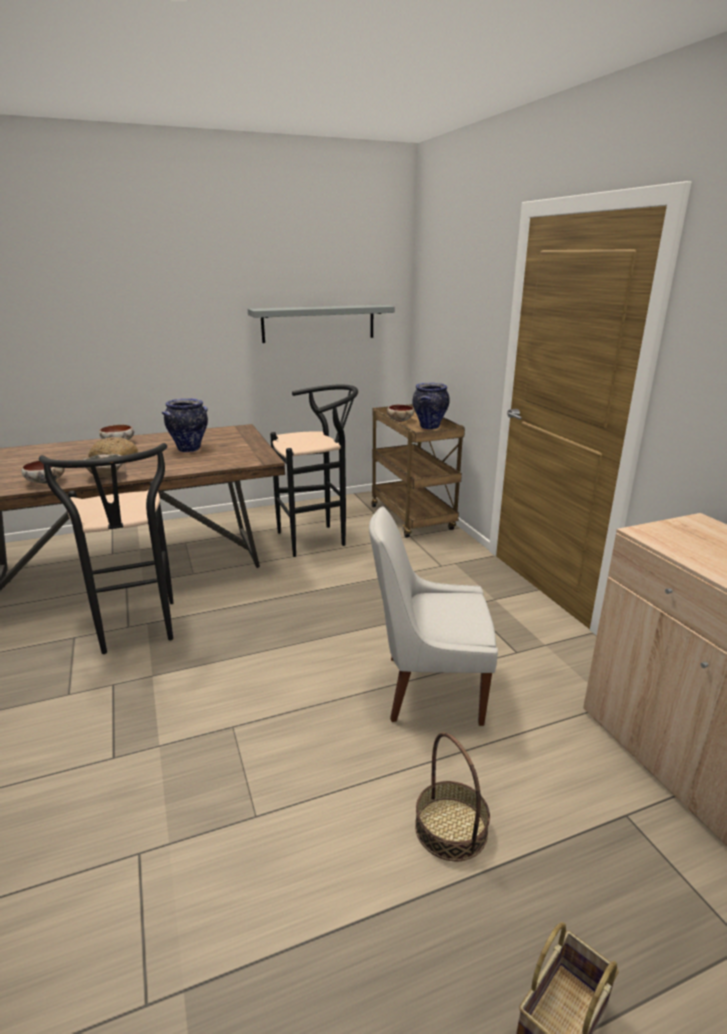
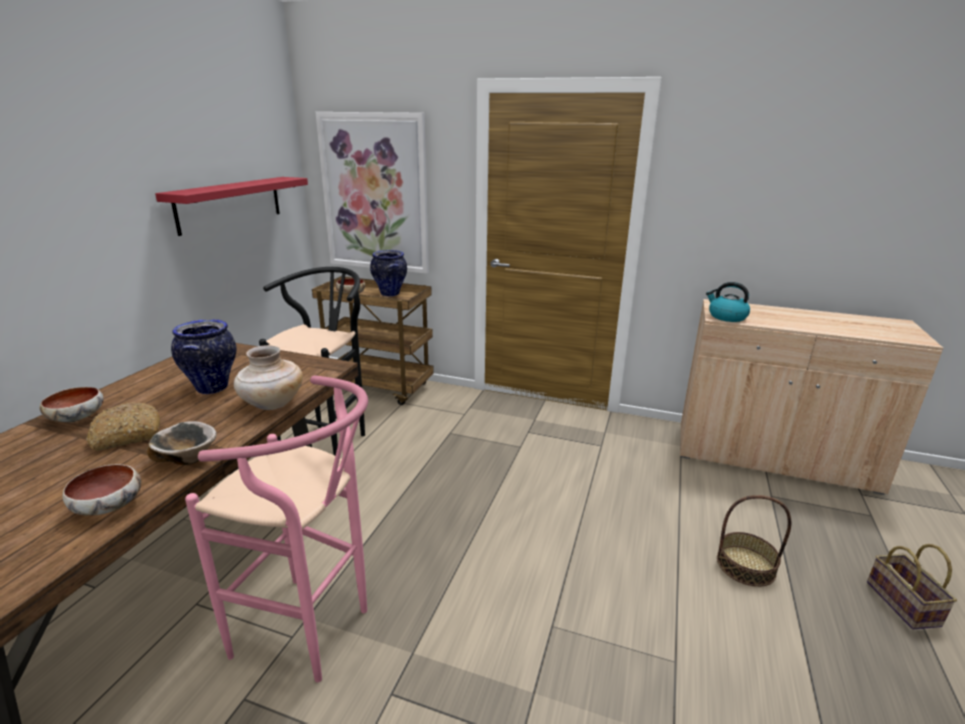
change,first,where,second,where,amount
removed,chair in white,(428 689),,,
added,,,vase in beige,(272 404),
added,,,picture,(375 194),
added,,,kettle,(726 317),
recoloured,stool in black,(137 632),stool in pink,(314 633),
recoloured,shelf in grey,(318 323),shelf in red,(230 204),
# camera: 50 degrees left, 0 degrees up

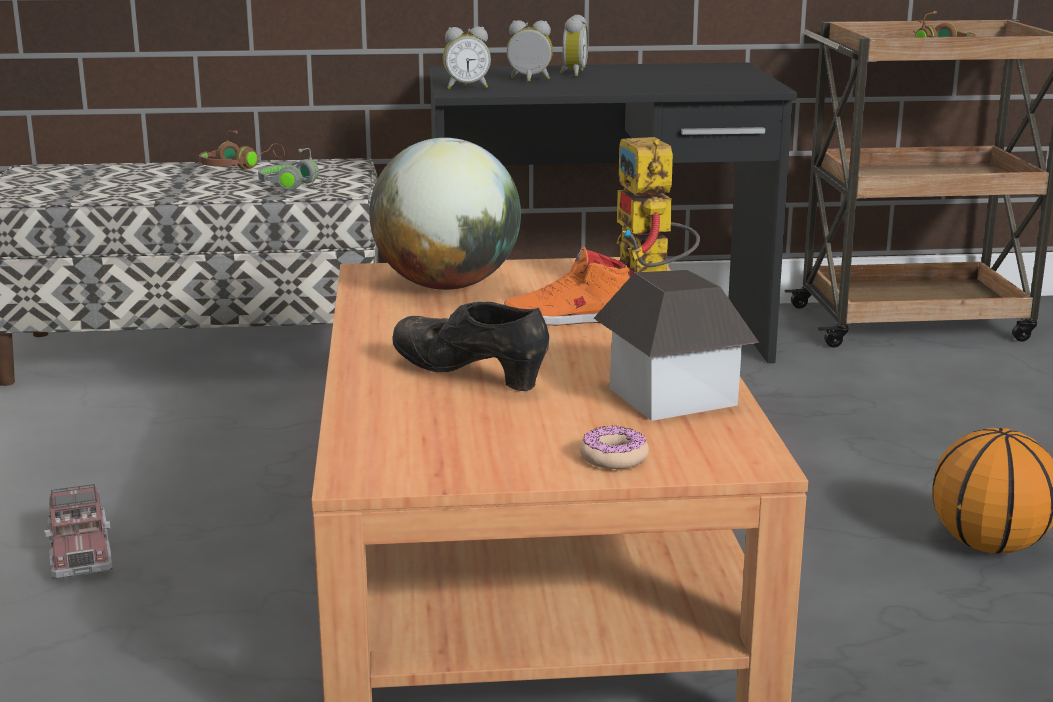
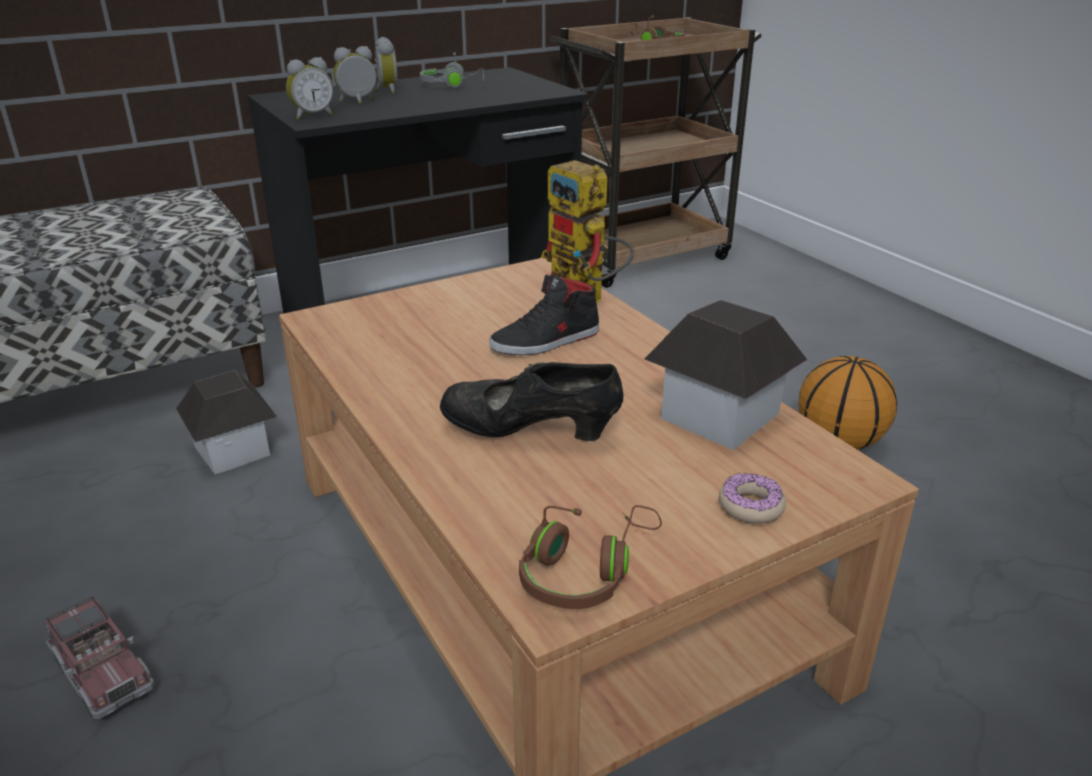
change,first,where,second,where,amount
removed,globe,(447 286),,,
added,,,toy house,(233 450),
moved,headphones in brown,(238 167),,(585 571),
moved,headphones in grey,(295 187),,(452 86),
recoloured,shoe in orange,(568 318),shoe in black,(546 341),
# camera: 25 degrees left, 10 degrees up

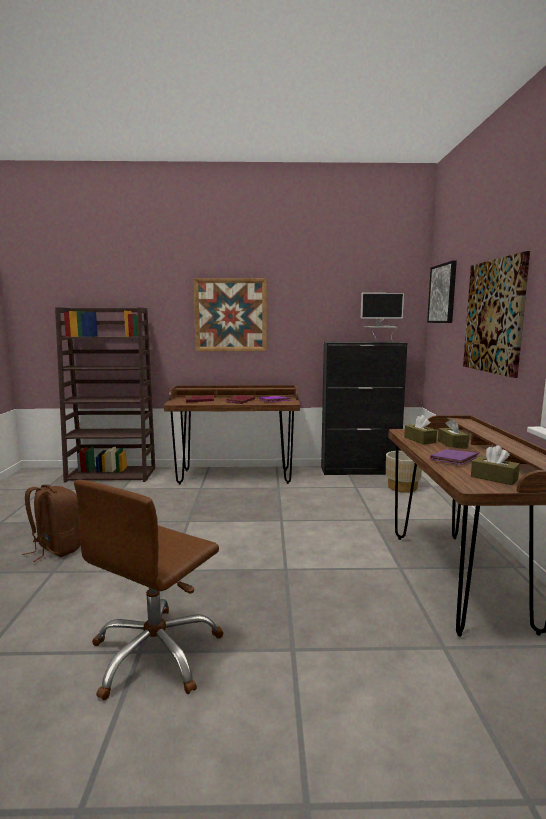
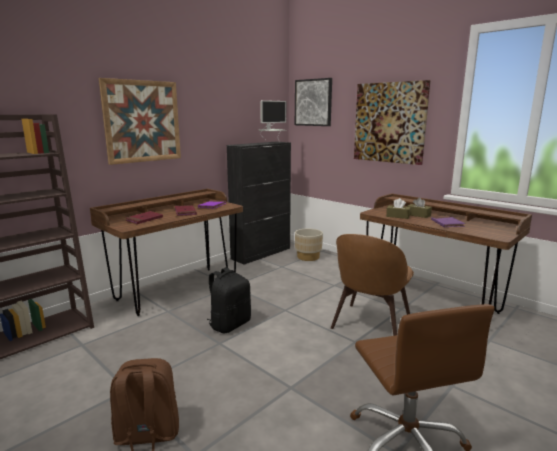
change,first,where,second,where,amount
removed,tissue box in brown,(494 478),,,
added,,,backpack in black,(230 324),
added,,,chair in brown,(370 325),
# camera: 45 degrees left, 5 degrees up

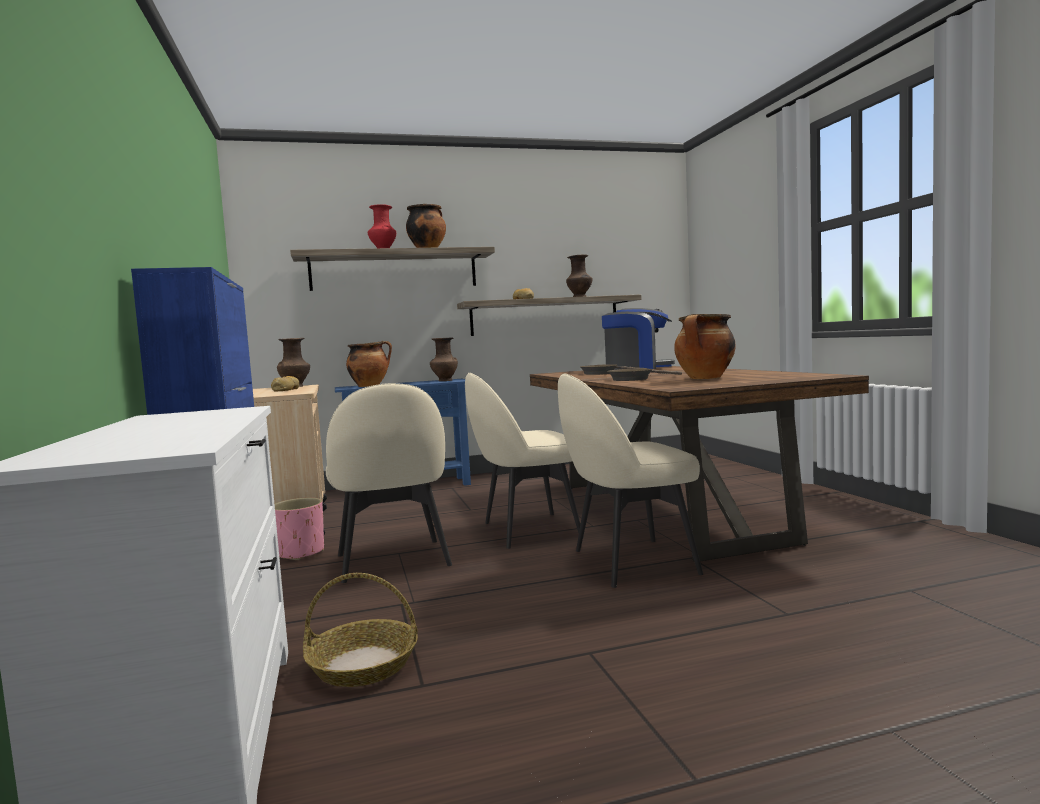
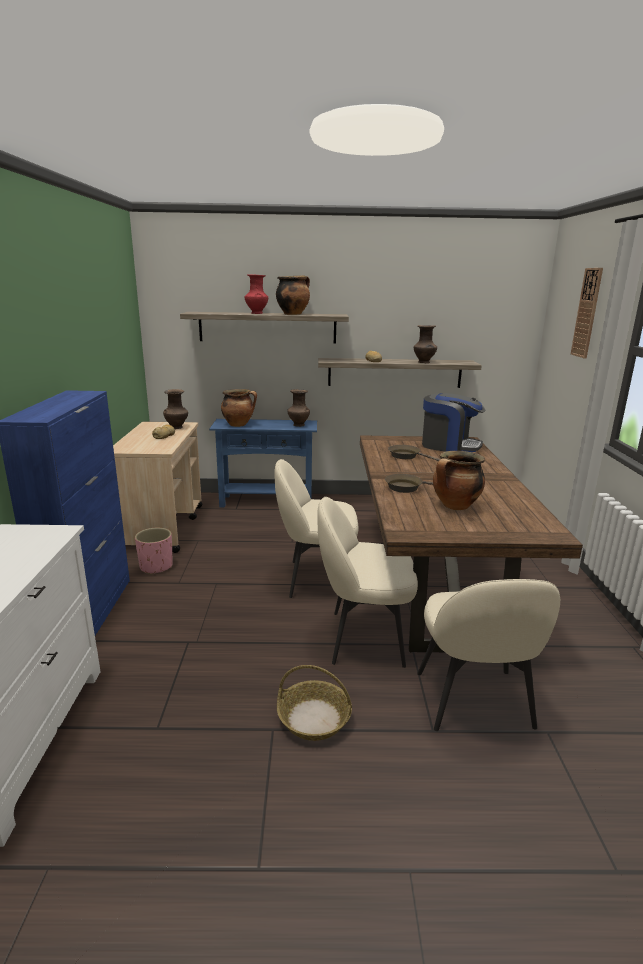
change,first,where,second,where,amount
added,,,wall clock,(587 313),
moved,basket,(362 665),,(313 718),
moved,chair in beige,(393 561),,(474 702),
# camera: 15 degrees right, 15 degrees up

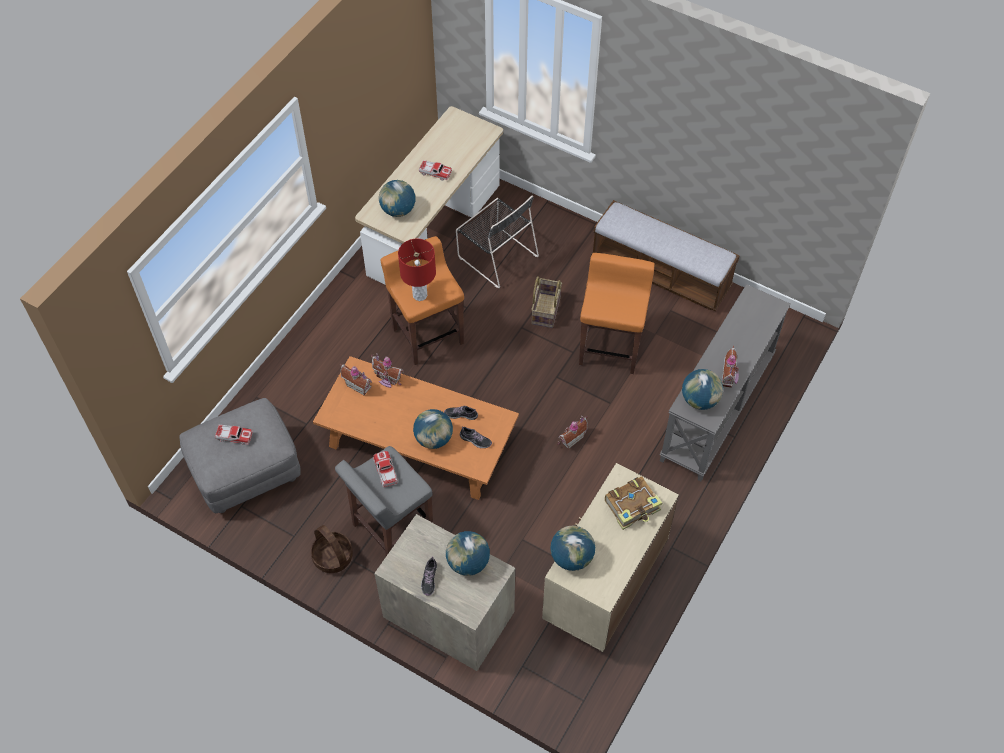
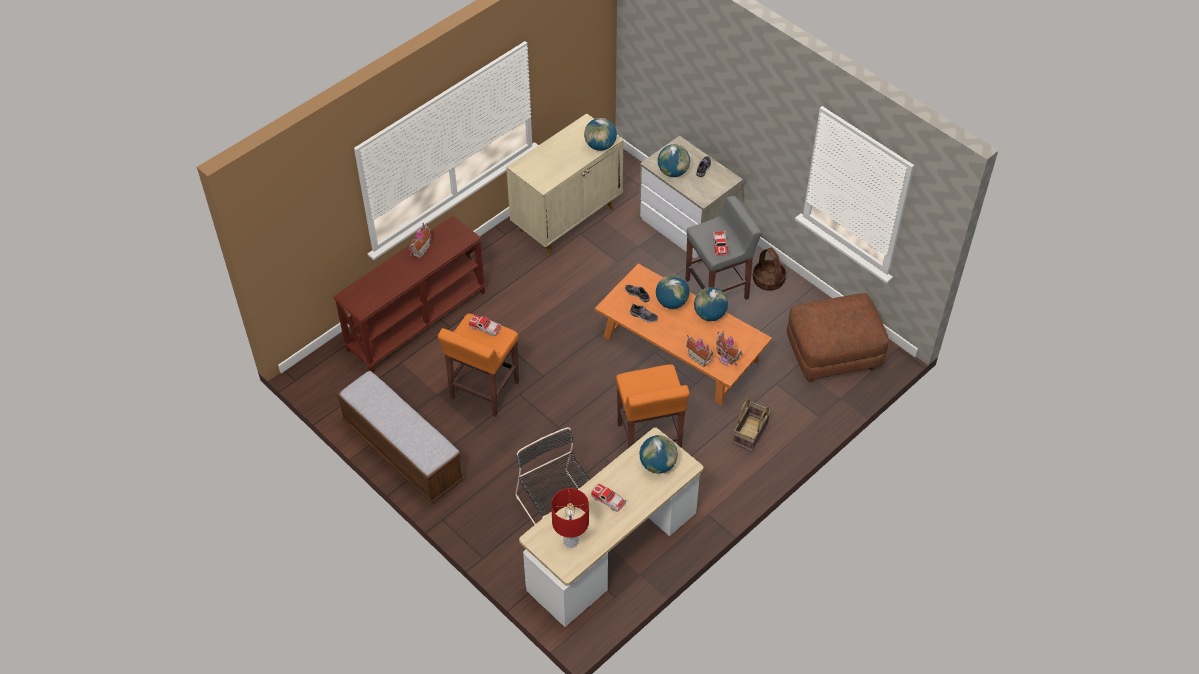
change,first,where,second,where,amount
removed,toy house,(571 439),,,
removed,book,(633 506),,,
moved,toy car,(234 436),,(485 328),
moved,table lamp in red,(420 295),,(571 542),
moved,basket,(545 310),,(751 434),
moved,globe,(700 400),,(709 315),
recoloured,ottoman in grey,(247 472),ottoman in brown,(832 355),
recoloured,console table in grey,(718 409),console table in brown,(416 320),
# camera: 165 degrees left, 5 degrees down

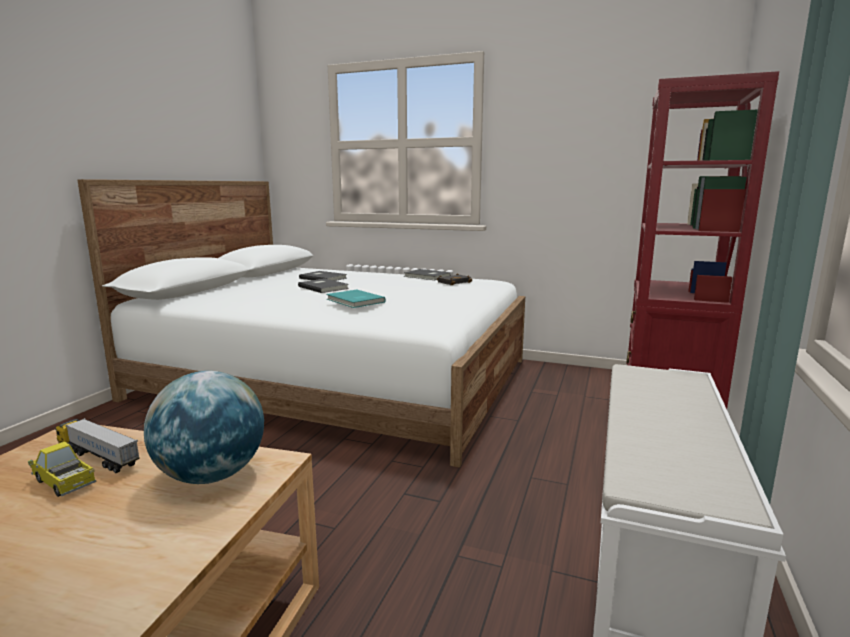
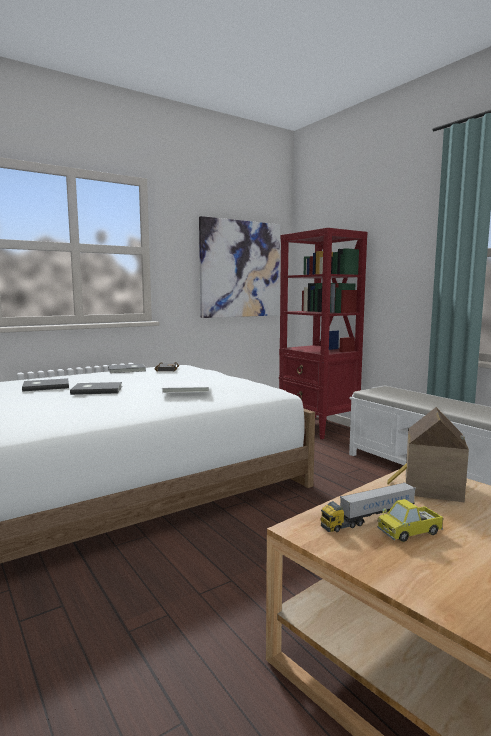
change,first,where,second,where,amount
added,,,picture,(240 269),
replaced,globe,(211 475),toy house,(429 488),
recoloured,book in turquoise,(354 301),book in white,(186 389),
# camera: 55 degrees left, 5 degrees down

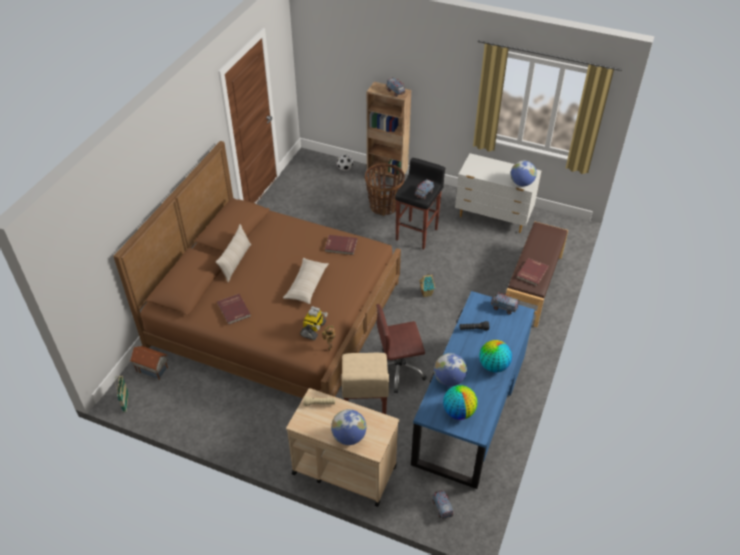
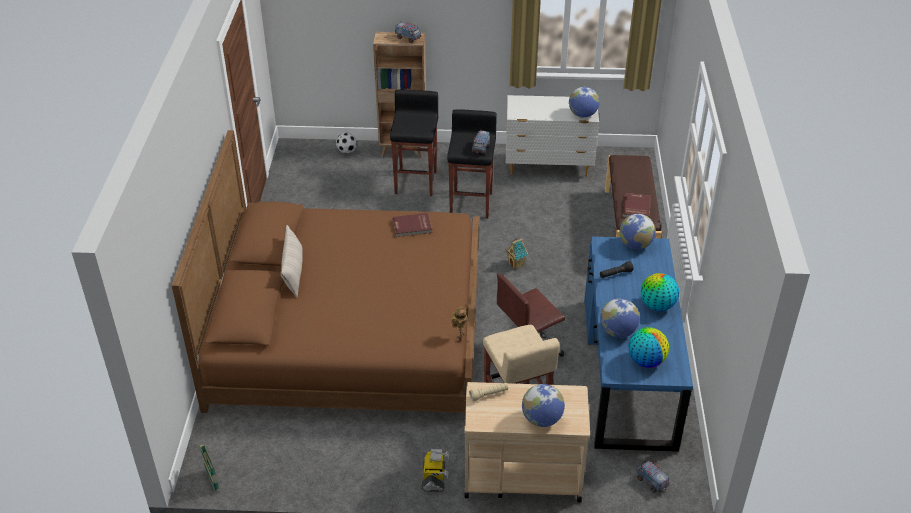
change,first,where,second,where,amount
removed,toy house,(152 368),,,
removed,book in red,(234 310),,,
removed,pillow in beige,(306 285),,,
moved,toy robot,(313 329),,(434 478),
replaced,basket,(384 206),stool in black,(416 182),
replaced,toy truck,(503 308),globe,(635 245),
# camera: 20 degrees left, 5 degrees down

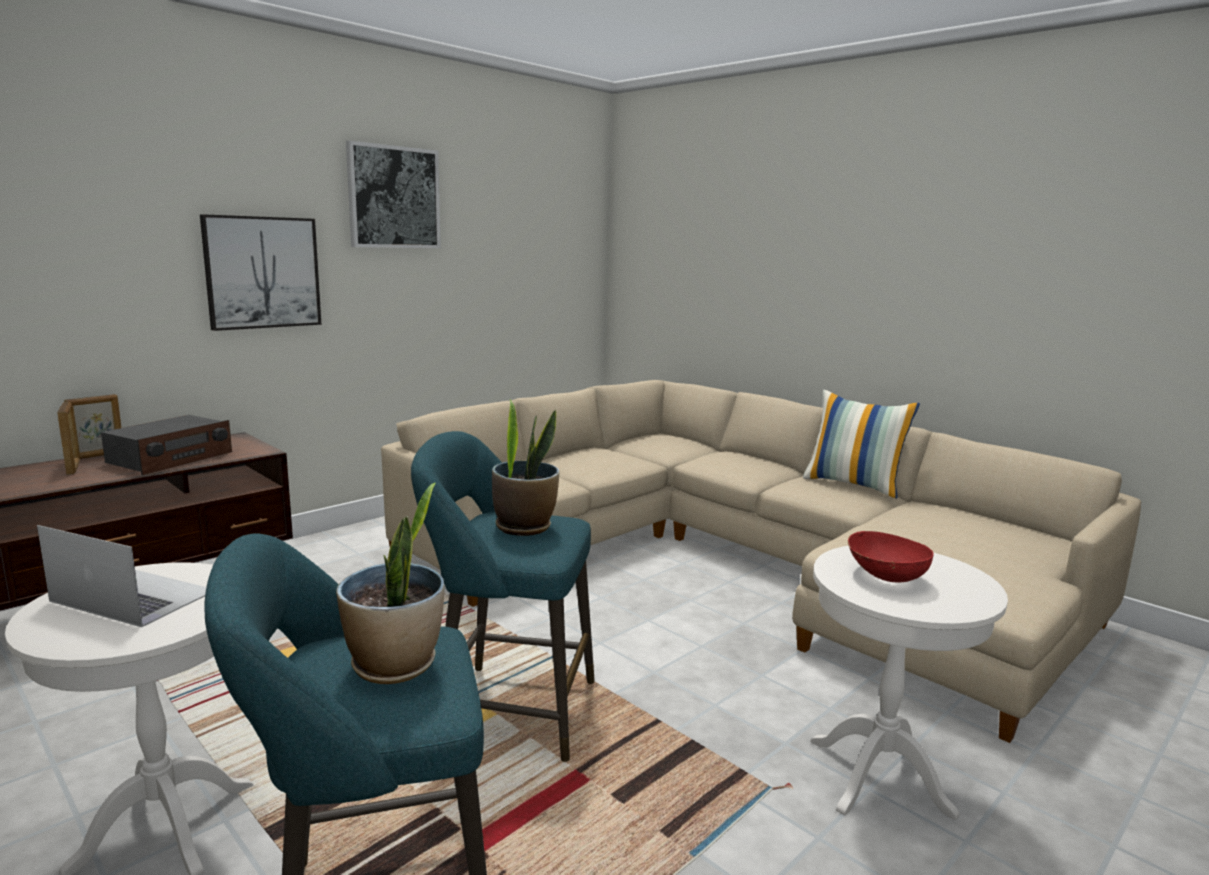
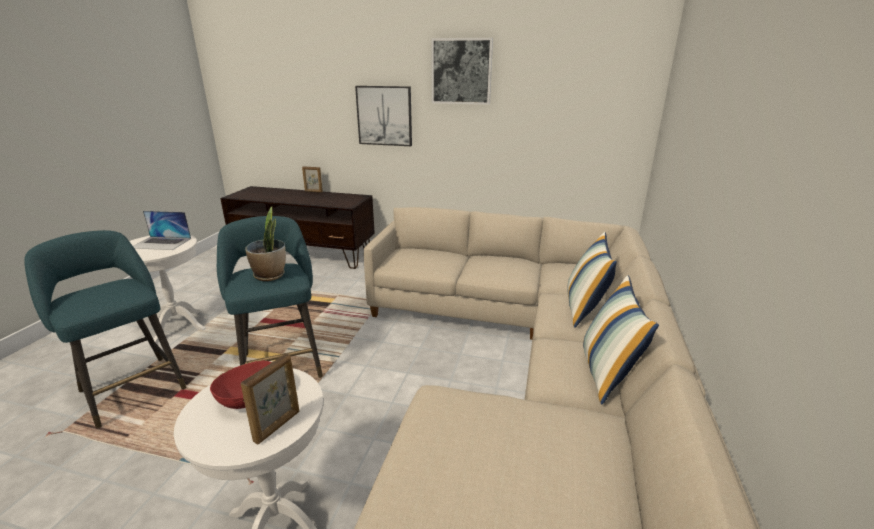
change,first,where,second,where,amount
removed,radio,(170 458),,,
removed,potted plant,(395 665),,,
added,,,pillow,(584 309),
moved,picture frame,(73 468),,(278 426),
turned,laptop,(133 596),,(161 243),105 degrees clockwise
# camera: 60 degrees right, 10 degrees up

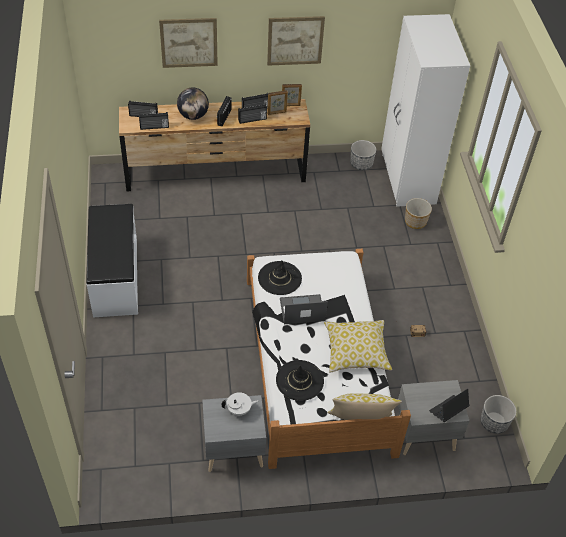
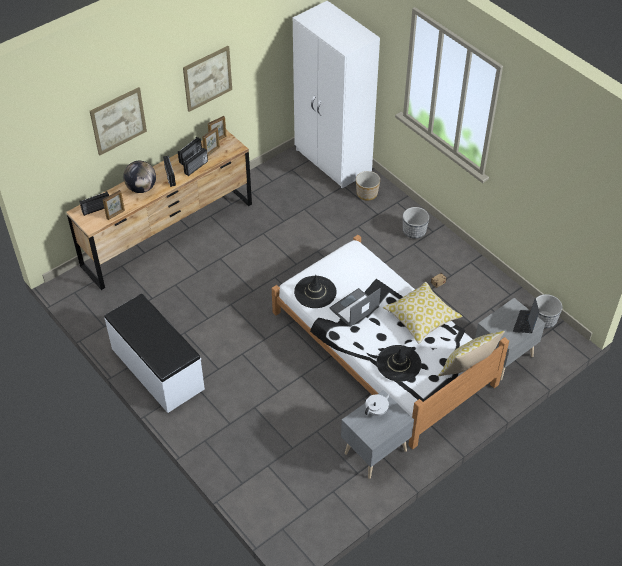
change,first,where,second,where,amount
moved,planter,(361 164),,(414 231),
replaced,radio,(154 127),picture frame,(116 214),
# camera: 30 degrees left, 0 degrees up

